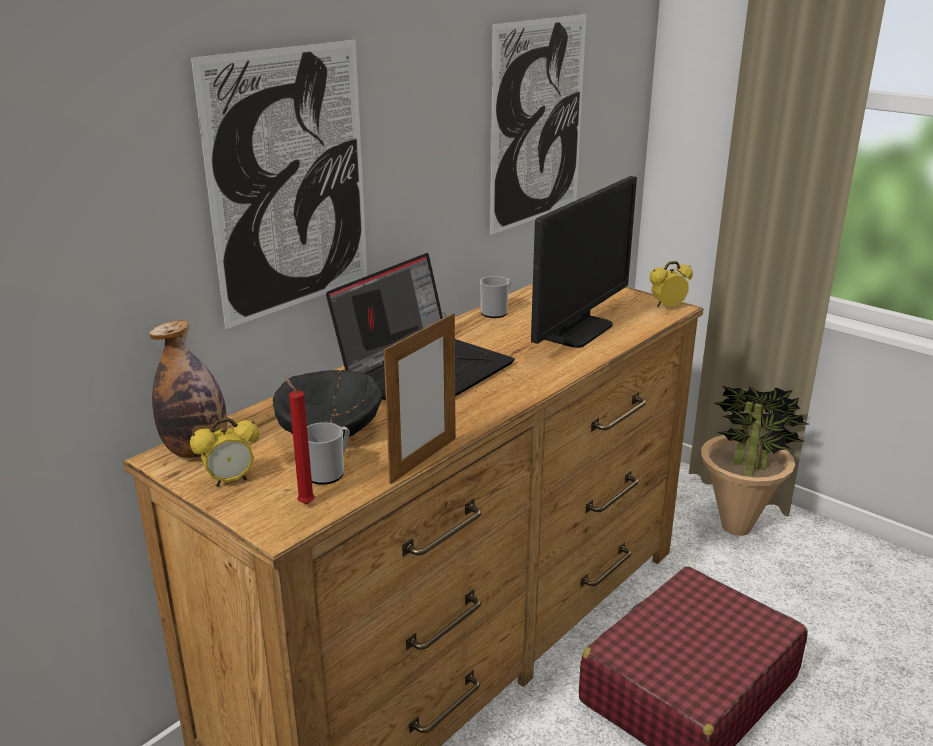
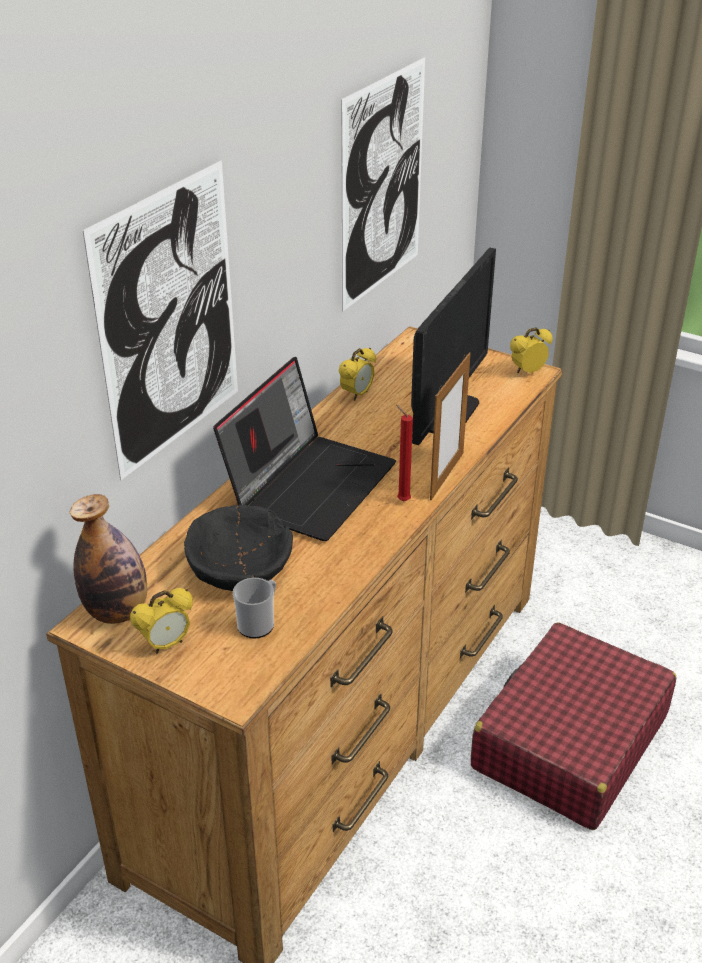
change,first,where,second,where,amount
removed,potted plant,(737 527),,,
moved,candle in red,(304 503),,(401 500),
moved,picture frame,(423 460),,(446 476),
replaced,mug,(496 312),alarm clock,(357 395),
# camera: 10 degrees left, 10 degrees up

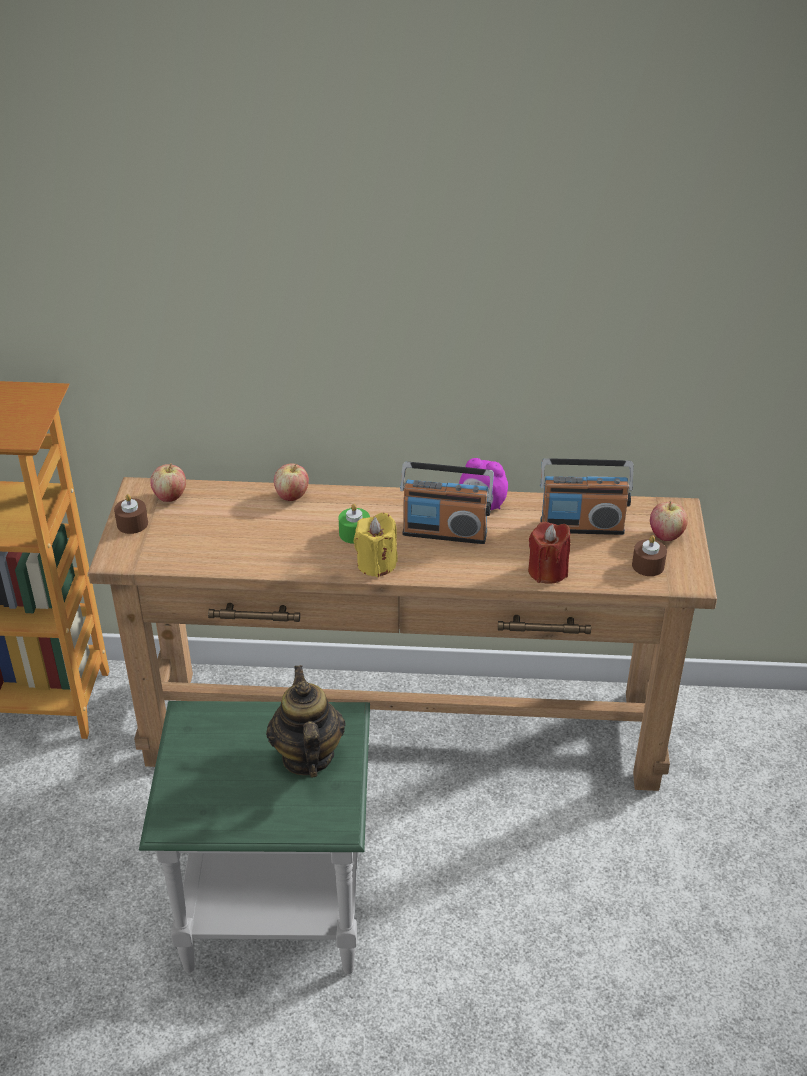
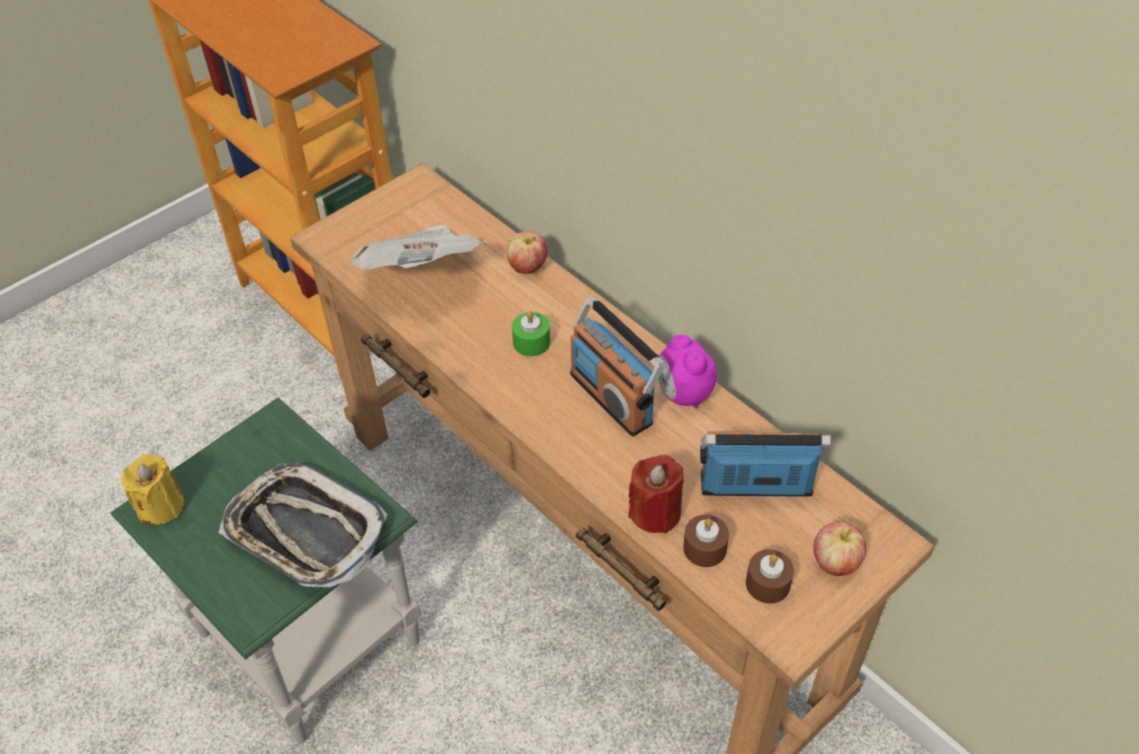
change,first,where,second,where,amount
removed,apple,(170 496),,,
added,,,newspaper,(421 273),
moved,candle in brown,(132 524),,(704 548),
moved,candle in yellow,(376 564),,(161 506),
replaced,teapot,(307 756),tray,(305 532),
turned,radio,(581 526),,(756 486),135 degrees clockwise
# camera: 45 degrees right, 10 degrees up

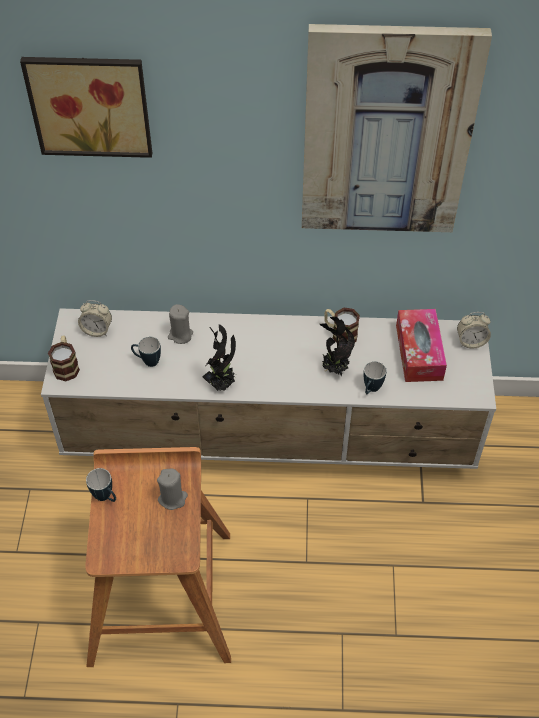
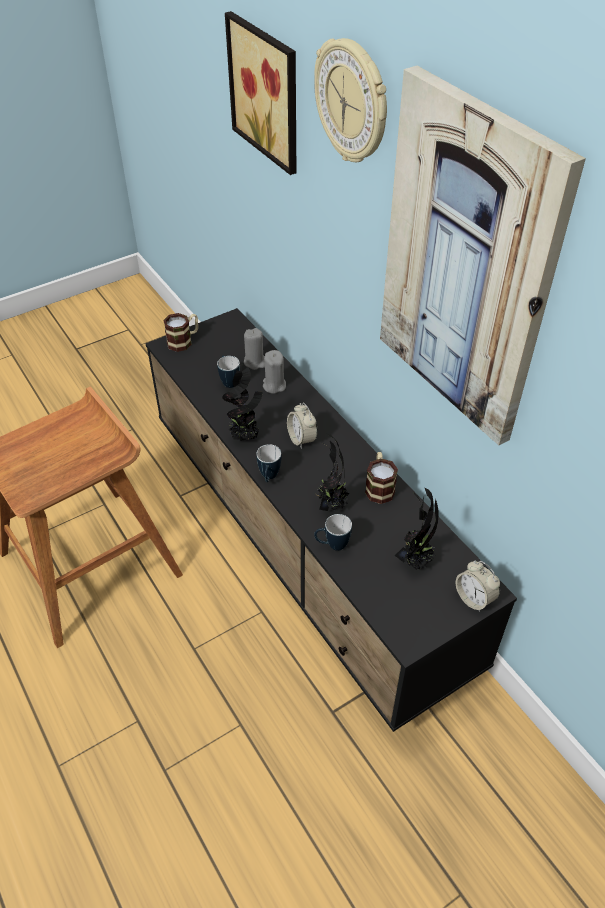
change,first,where,second,where,amount
added,,,wall clock,(353 102),
moved,alarm clock,(97 330),,(302 439),
moved,mug,(106 497),,(269 478),
moved,candle in grey,(172 498),,(255 362),
replaced,tissue box,(419 352),potted plant,(416 560),
recoloured,tv stand in white,(271 437),tv stand in black,(304 548),
# camera: 55 degrees right, 5 degrees down

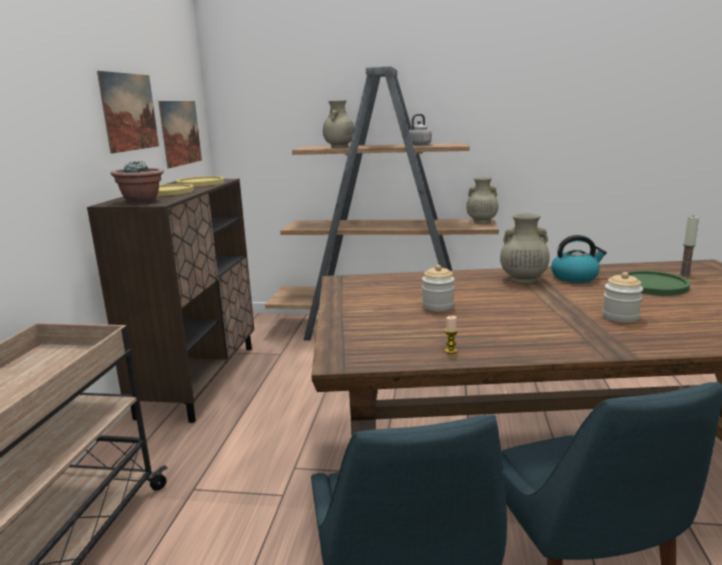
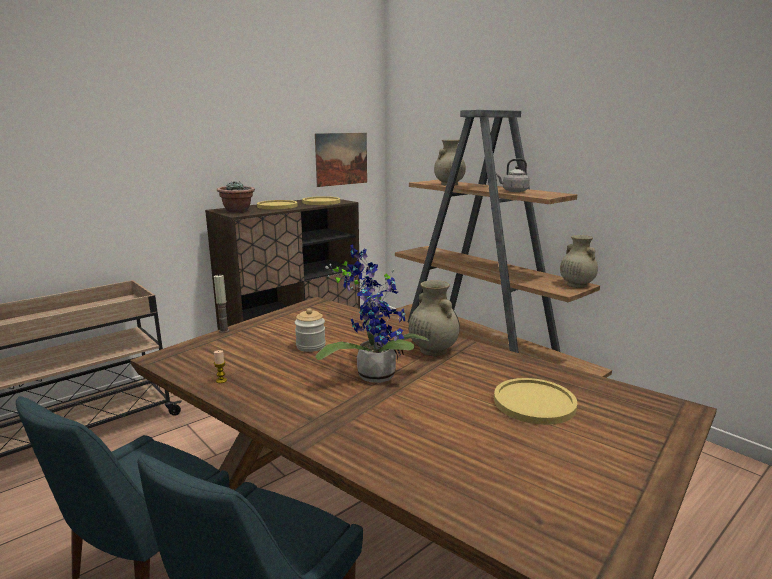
change,first,where,second,where,amount
removed,picture,(129 112),,,
removed,kettle,(575 277),,,
removed,jar,(620 316),,,
added,,,potted plant,(373 373),
moved,candle,(684 275),,(224 331),
recoloured,plate in green,(652 285),plate in yellow,(534 402),
# camera: 40 degrees right, 0 degrees up

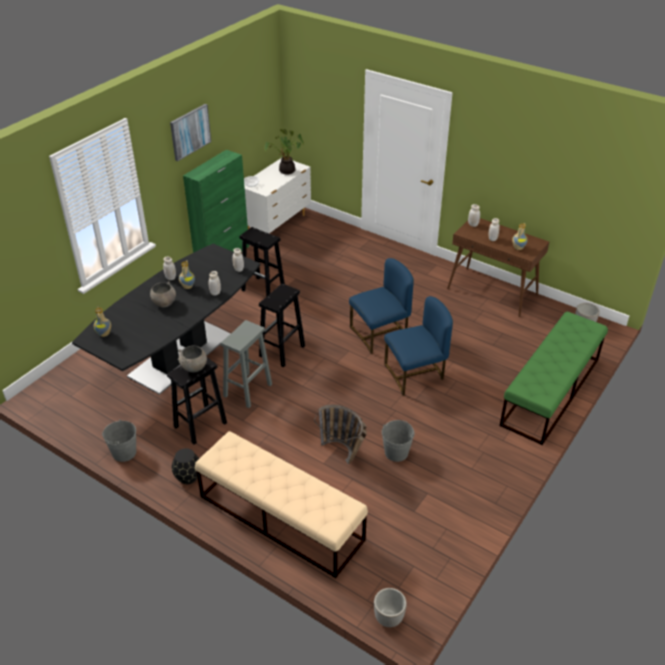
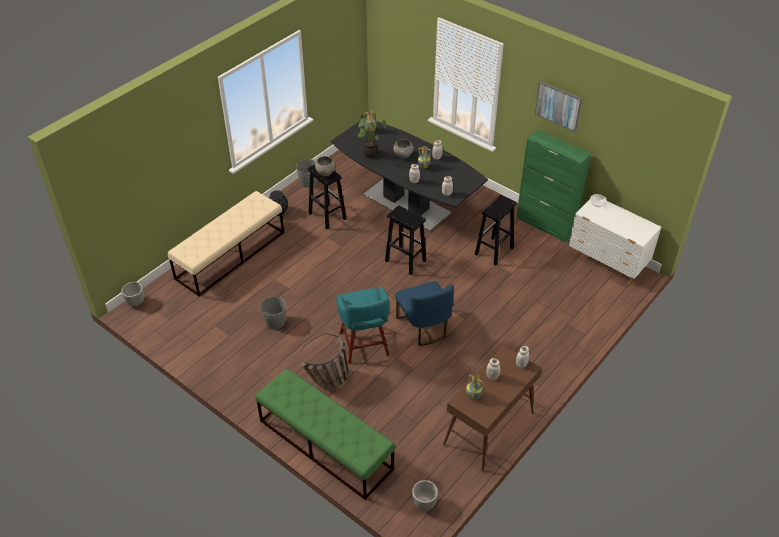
change,first,where,second,where,amount
removed,stool in grey,(247 391),,,
moved,potted plant,(286 171),,(369 153),
moved,basket,(344 455),,(328 383),
replaced,chair in blue,(415 374),stool in turquoise,(364 345),
# camera: 95 degrees right, 5 degrees up

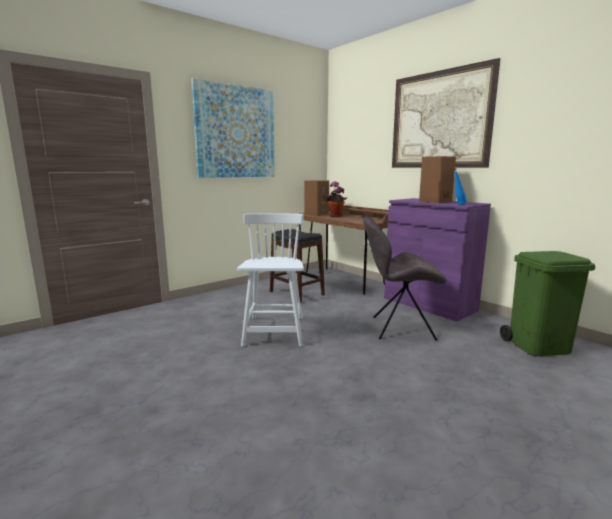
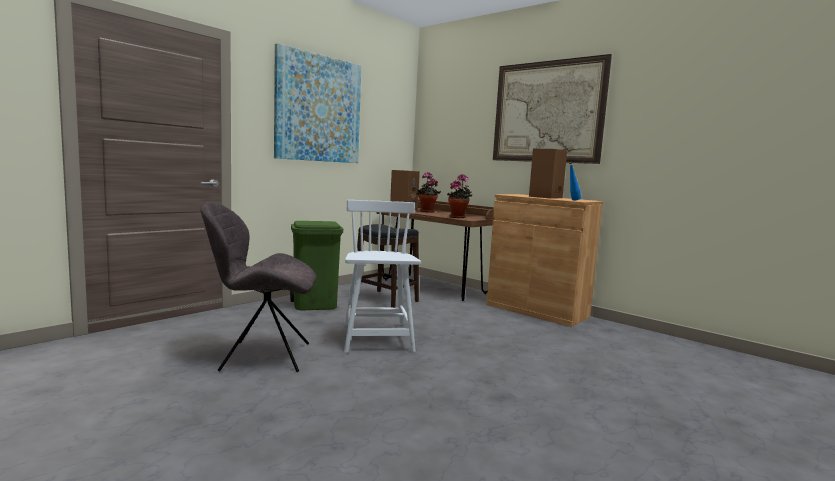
change,first,where,second,where,amount
added,,,potted plant,(458 217),
moved,chair in grey,(399 328),,(262 356),
moved,trash can in green,(539 346),,(315 305),
recoloured,cabinet in purple,(429 304),cabinet in brown,(537 311),
# camera: 10 degrees left, 5 degrees down

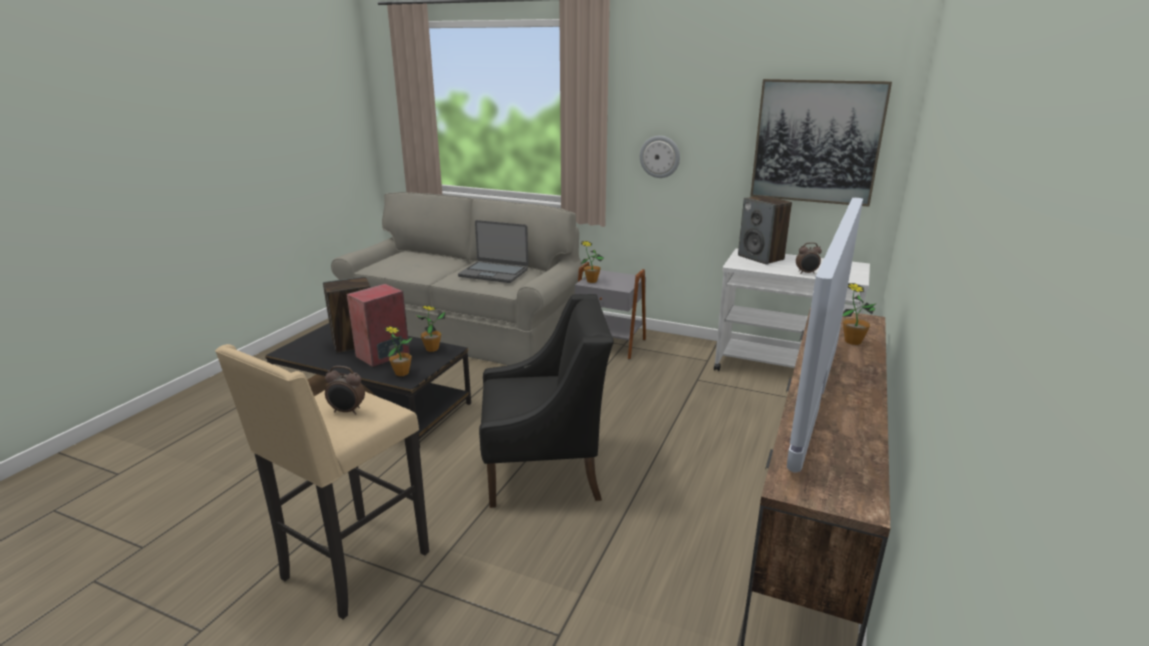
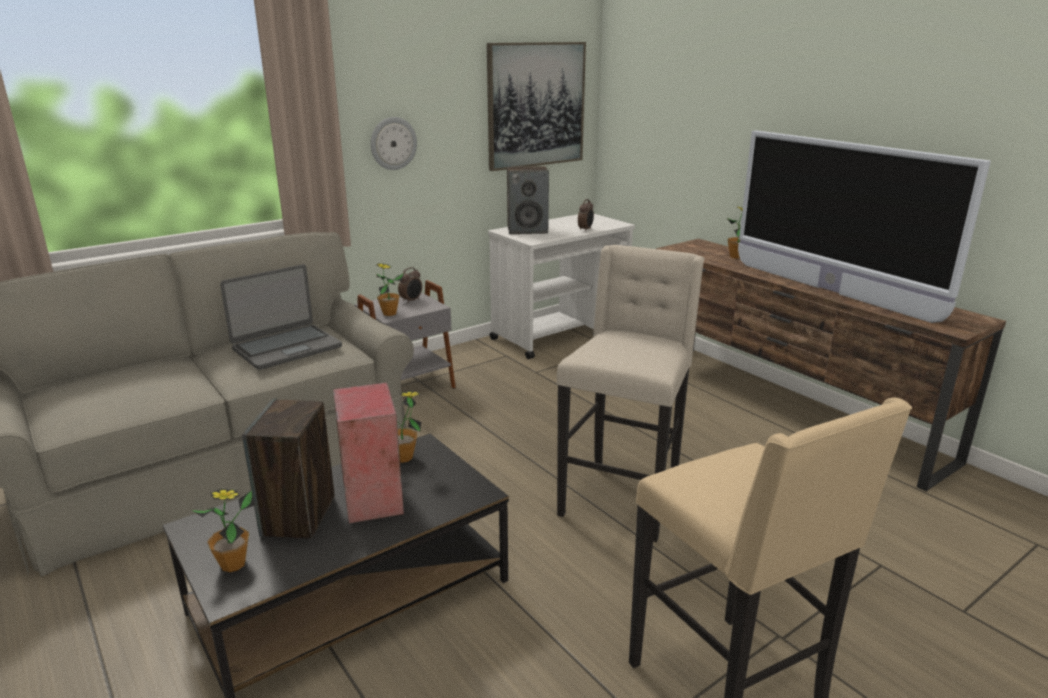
change,first,where,second,where,amount
moved,alarm clock,(347 411),,(411 301),
moved,potted plant,(402 373),,(233 564),
replaced,armchair in black,(545 468),stool in beige,(622 499),
# camera: 60 degrees left, 0 degrees up

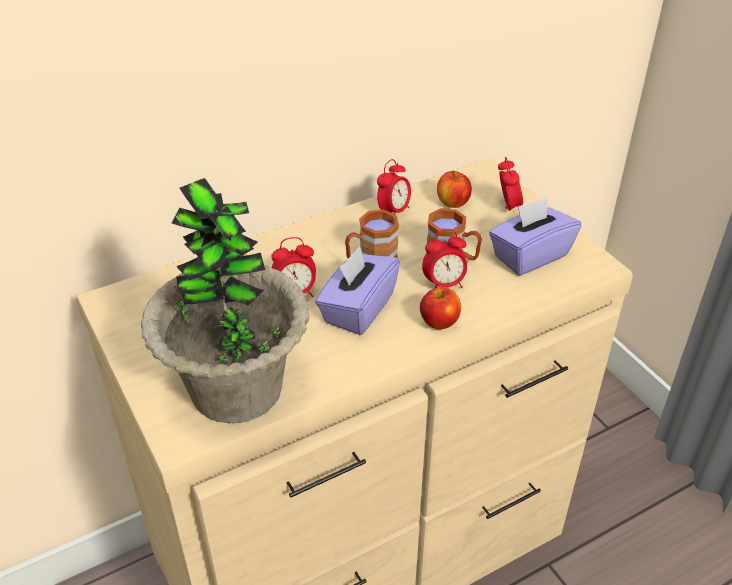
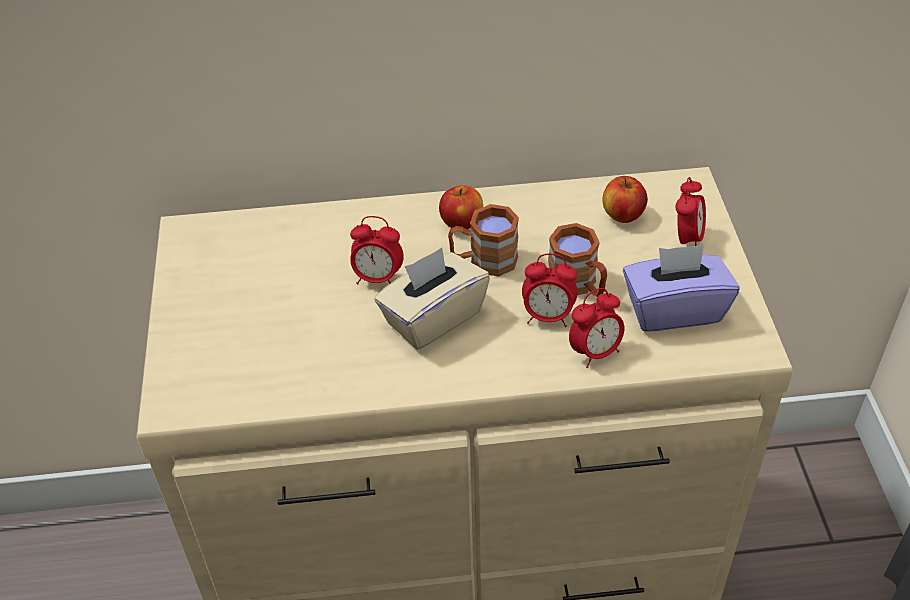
change,first,where,second,where,amount
removed,potted plant,(236 389),,,
moved,alarm clock,(393 212),,(595 352),
moved,apple,(439 322),,(461 223),
recoloured,tissue box in purple,(358 309),tissue box in beige,(433 318),
# camera: 25 degrees right, 5 degrees up

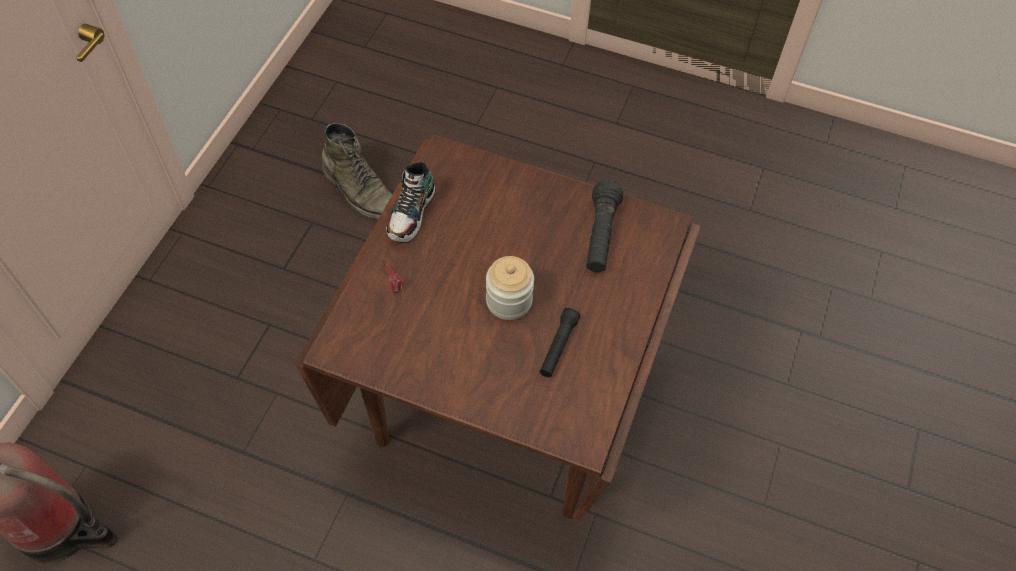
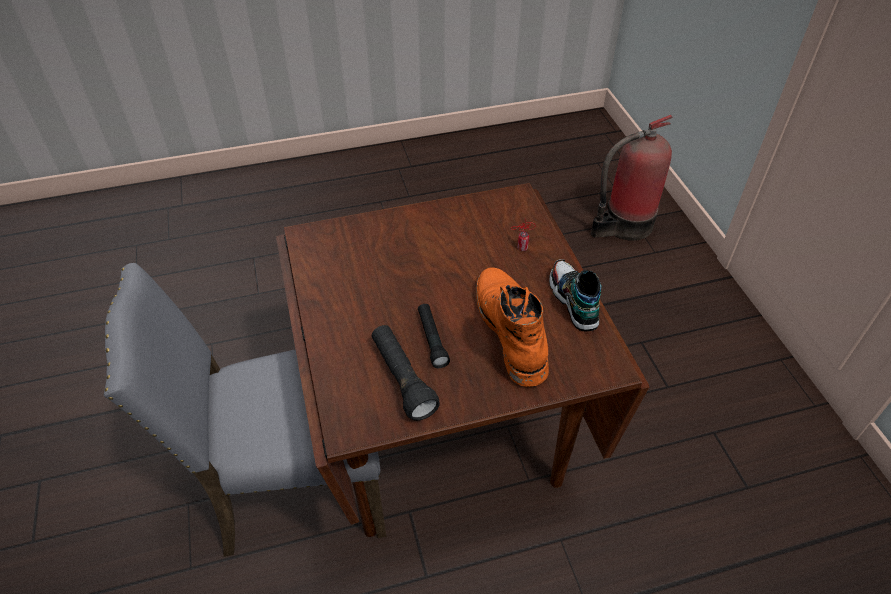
change,first,where,second,where,amount
removed,boot in green,(361 191),,,
removed,jar,(509 301),,,
added,,,chair in grey,(296 487),
added,,,boot in orange,(510 329),
moved,flashlight in black,(558 347),,(432 340),
# camera: 145 degrees right, 10 degrees down

